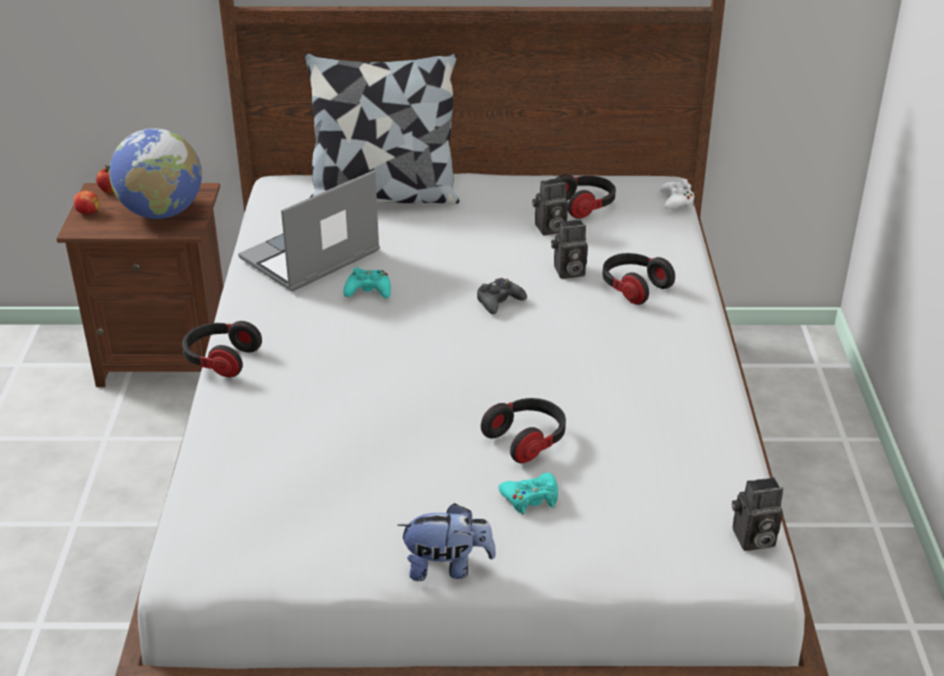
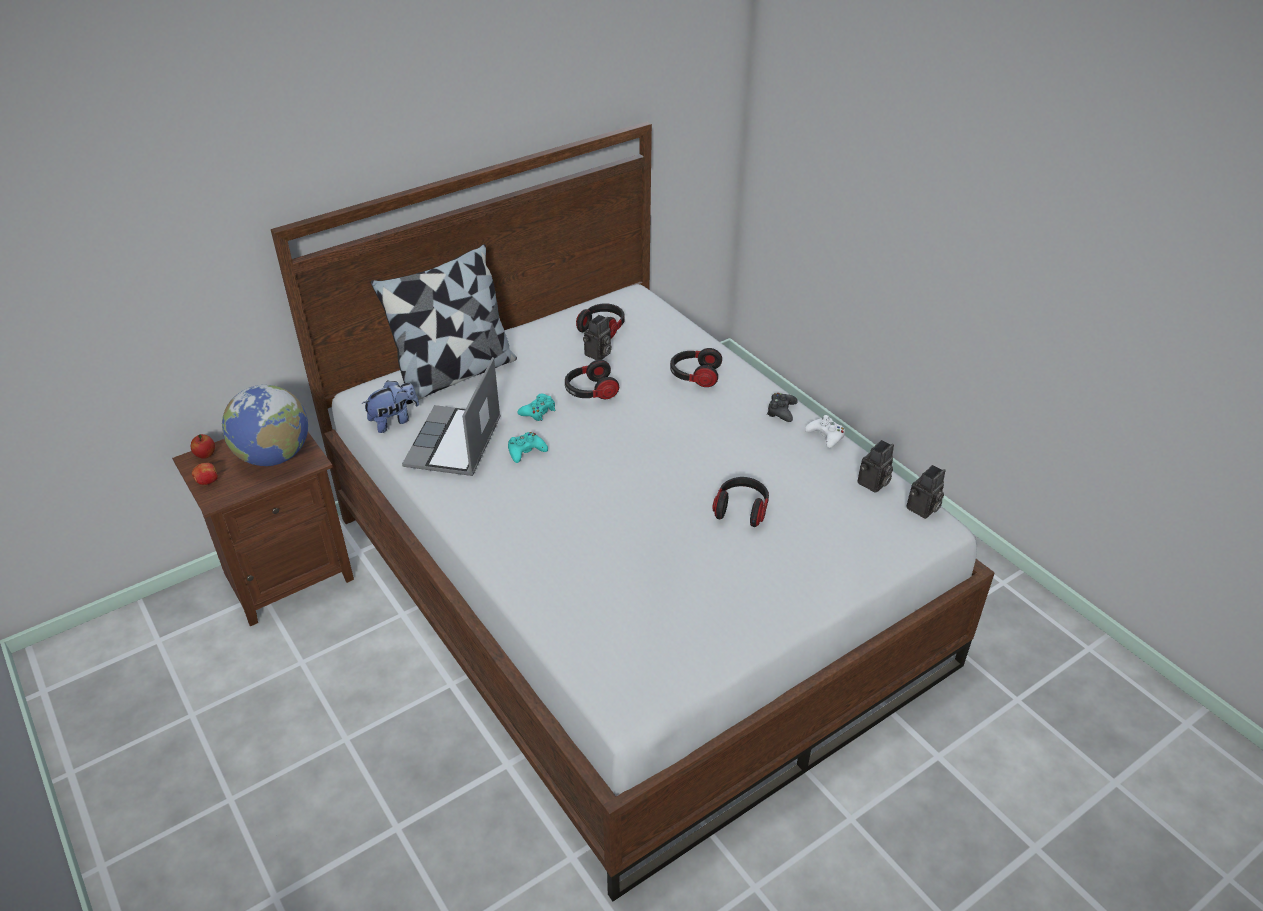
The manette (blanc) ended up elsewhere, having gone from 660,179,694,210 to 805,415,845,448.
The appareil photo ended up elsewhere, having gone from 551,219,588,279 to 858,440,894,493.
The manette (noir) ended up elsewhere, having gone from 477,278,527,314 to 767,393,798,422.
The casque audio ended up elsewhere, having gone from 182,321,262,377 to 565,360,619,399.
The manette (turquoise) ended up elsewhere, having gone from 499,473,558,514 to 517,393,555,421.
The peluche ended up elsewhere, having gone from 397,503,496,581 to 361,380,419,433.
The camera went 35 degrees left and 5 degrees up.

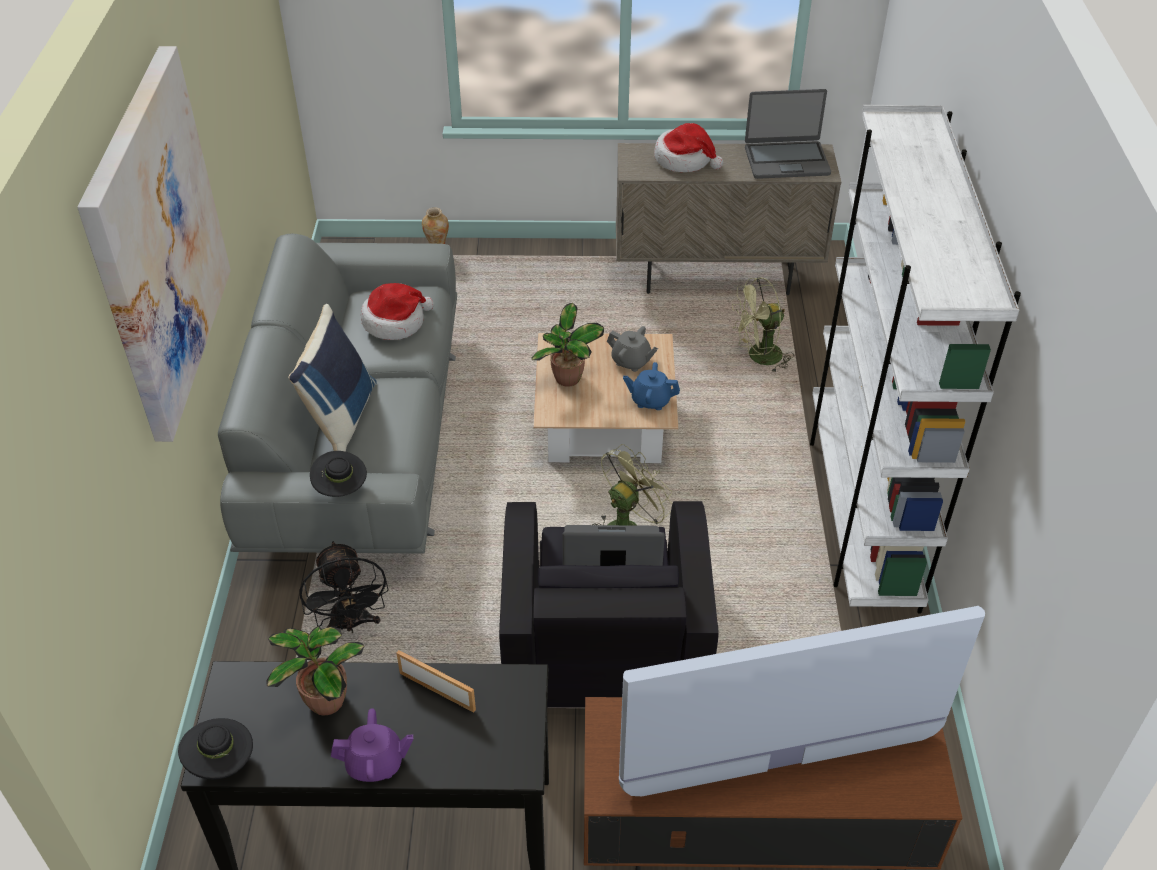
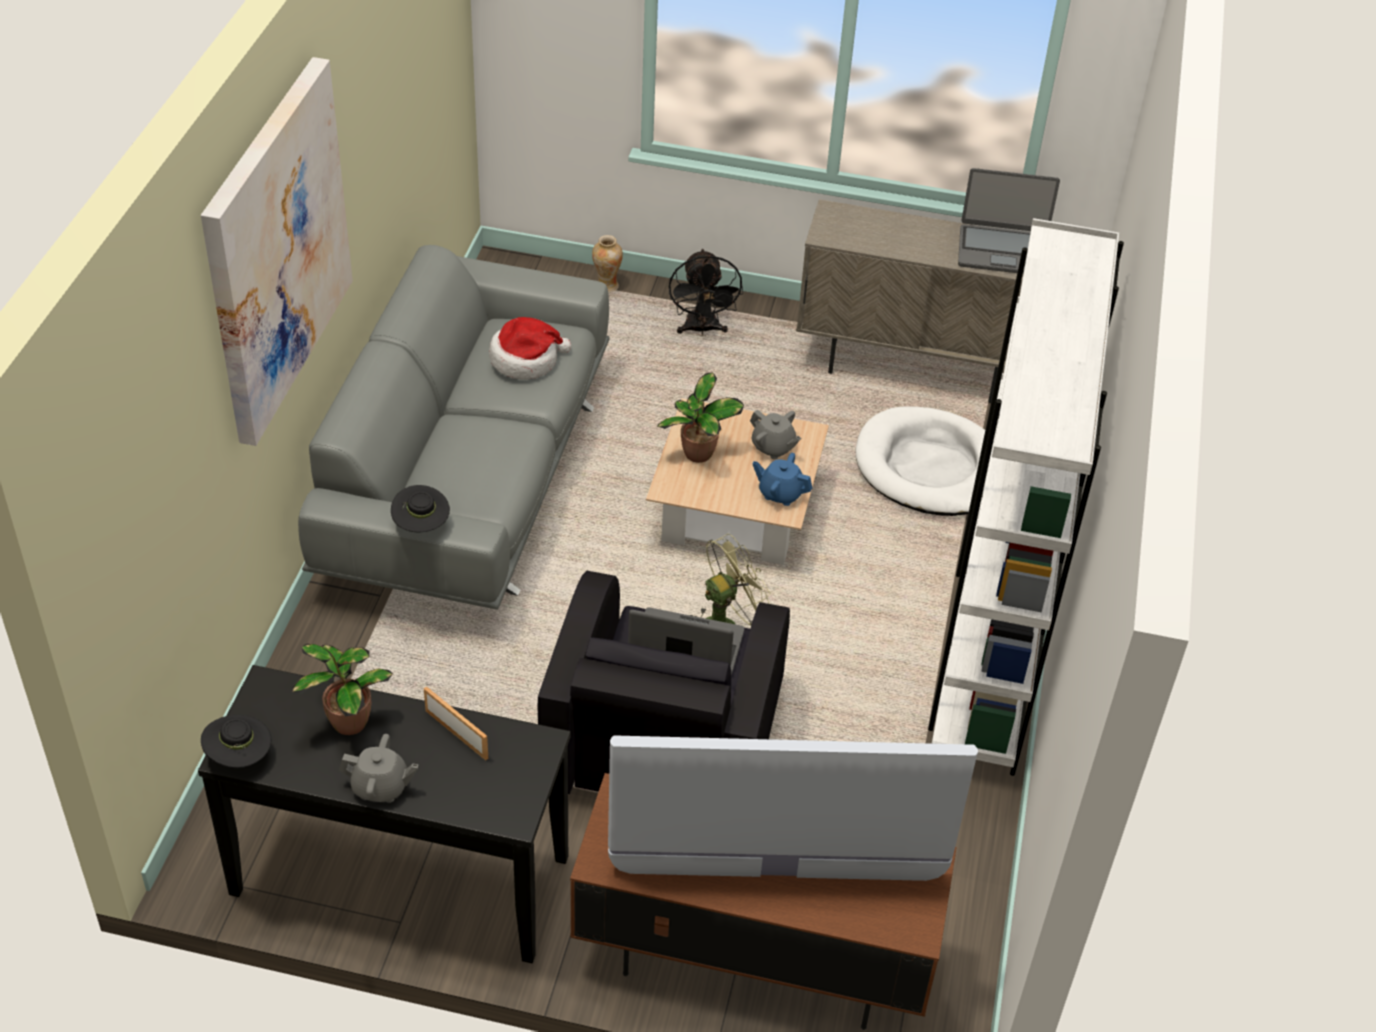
The second view lost the chapeau at 654,123,723,172.
Where the ventilateur (vert) stood at 732,277,794,373, the panier pour chien (blanc) came to stand at 856,406,985,516.
The second view lost the coussin (bleu) at 288,304,377,452.
The ventilateur (noir) ended up elsewhere, having gone from 300,541,389,633 to 669,249,743,335.
What was the théière (violet) at 331,708,413,782 turned into the théière (gris) at 339,734,419,803.
The camera went 10 degrees right and 0 degrees up.

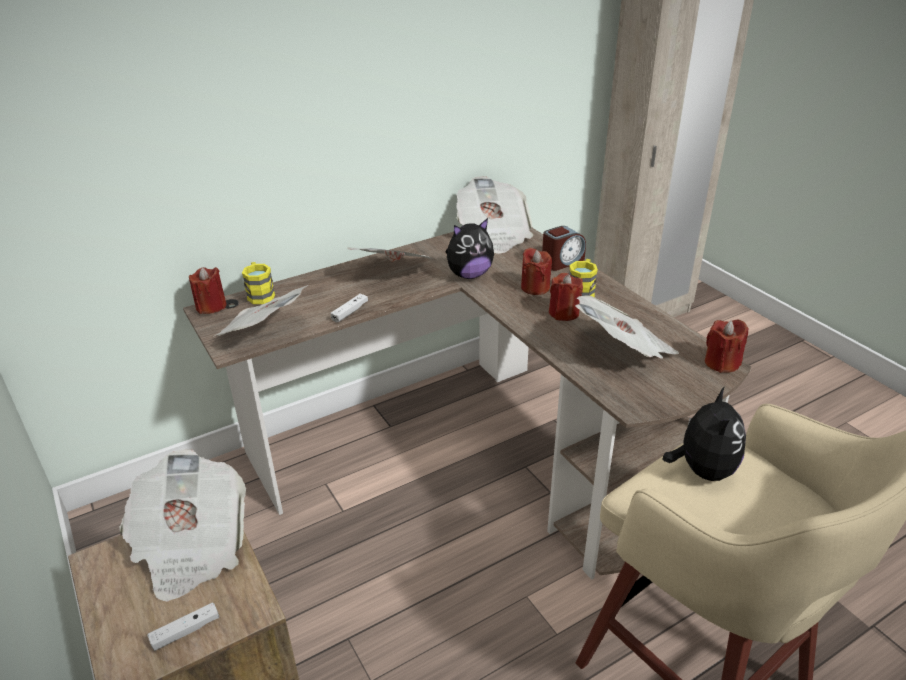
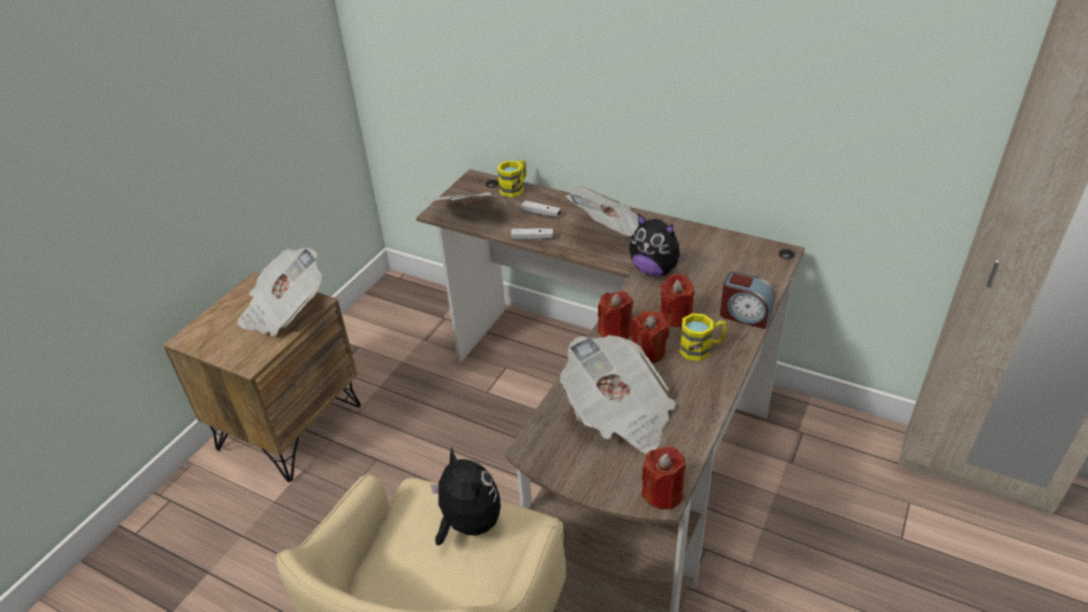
The second view lost the journal at 456,176,533,254.
The bougie (rouge) ended up elsewhere, having gone from 189,267,227,314 to 598,291,633,339.
The peluche at 662,386,746,481 ended up facing another way, 105 degrees counterclockwise from before.
The manette (blanc) ended up elsewhere, having gone from 147,602,219,651 to 521,201,561,217.
The camera went 60 degrees right and 5 degrees up.

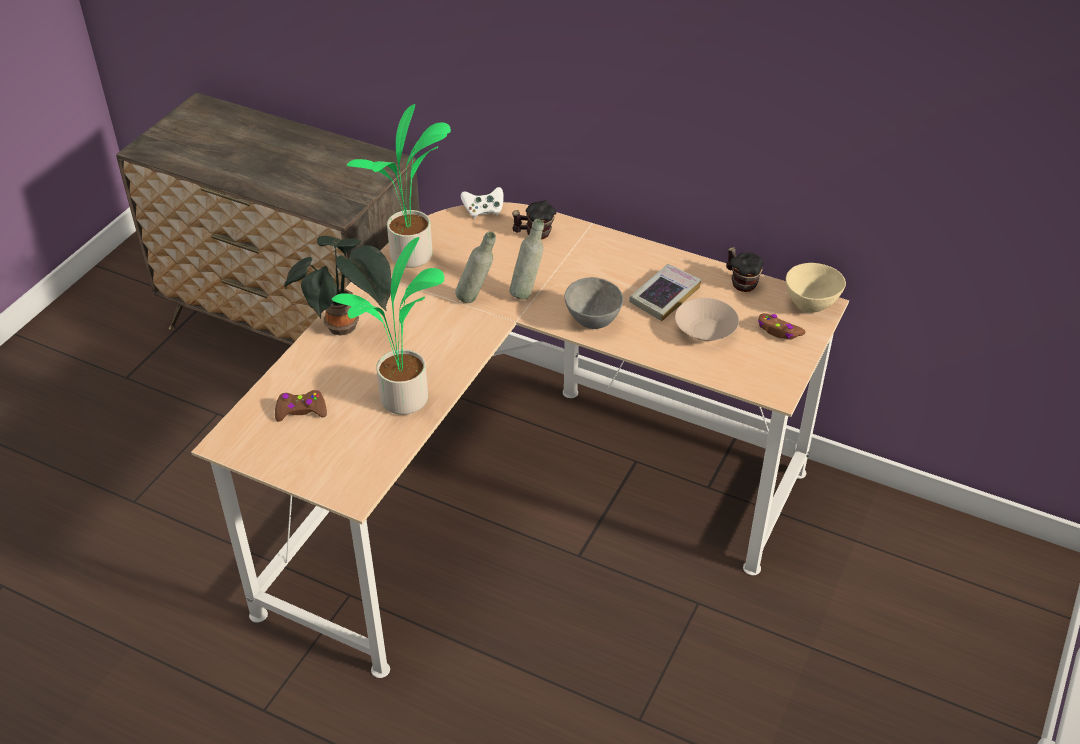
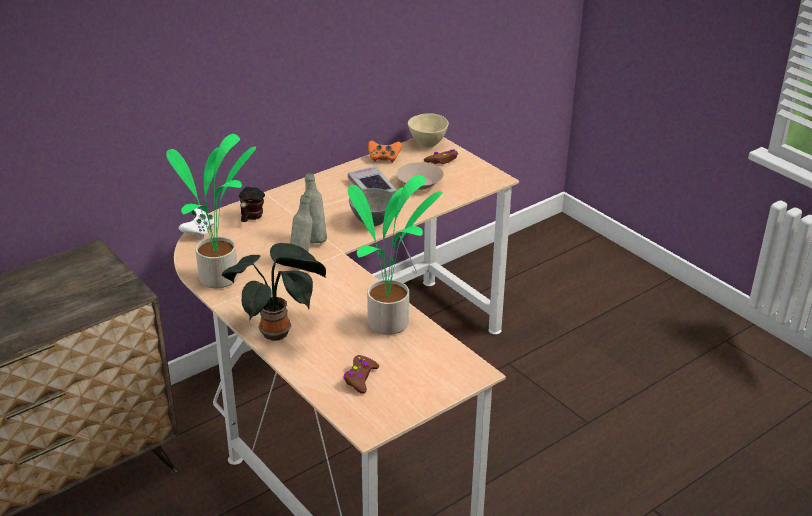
Where the mug stood at 726,247,764,292, the manette (orange) came to stand at 368,141,402,163.
The camera went 65 degrees left and 10 degrees down.

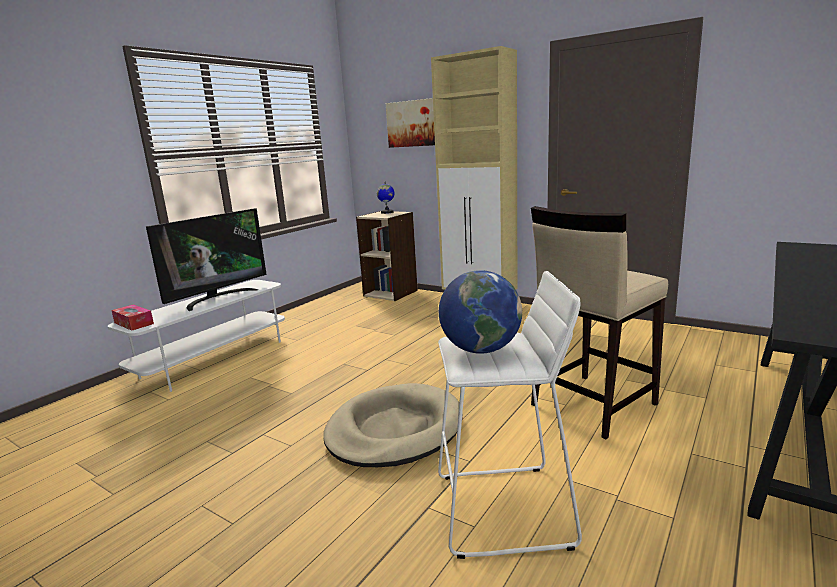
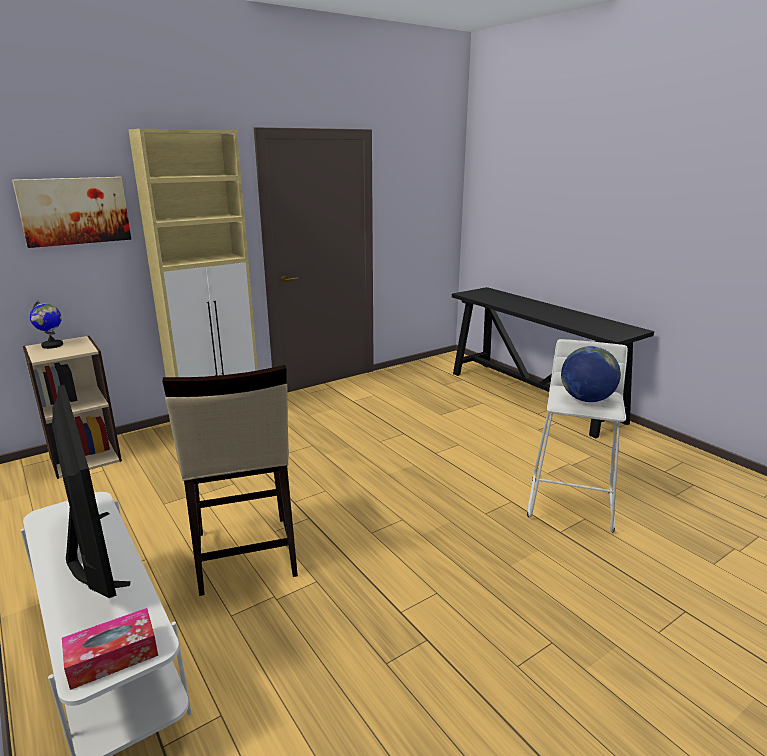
The tabouret (beige) ended up elsewhere, having gone from 531,206,668,439 to 162,365,298,596.
The second view lost the panier pour chien (beige) at 323,383,463,467.
The camera went 70 degrees left and 5 degrees up.

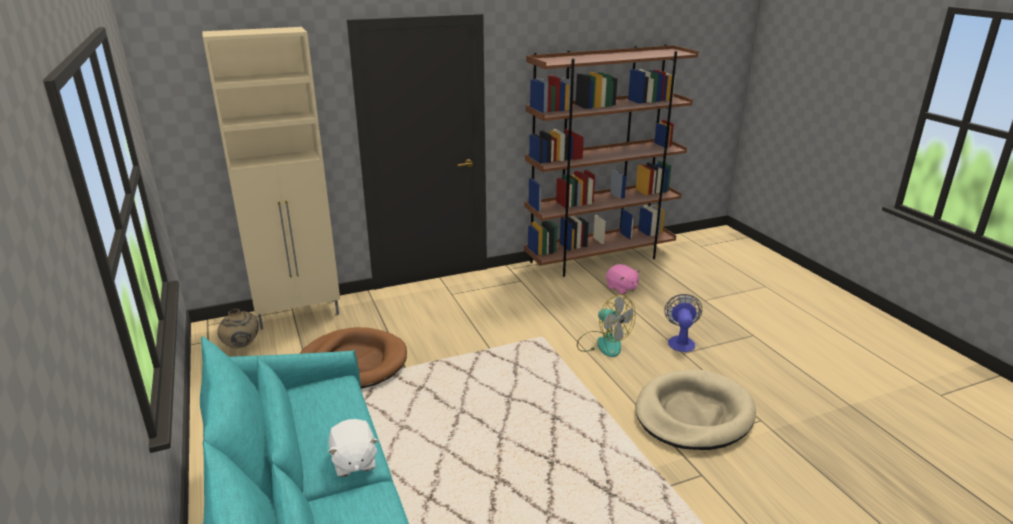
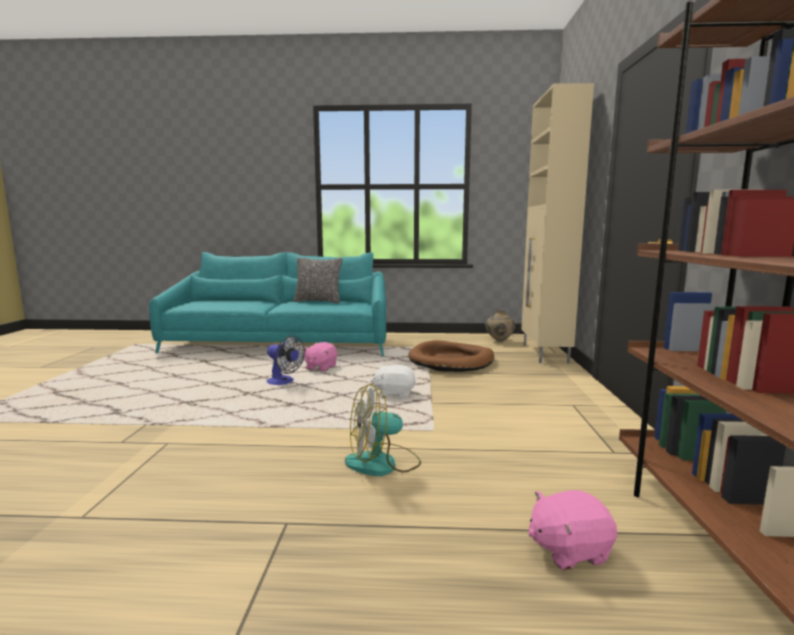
The ventilateur ended up elsewhere, having gone from 665,294,702,352 to 267,336,305,385.
The second view lost the panier pour chien (beige) at 635,369,756,450.
The peluche (blanc) ended up elsewhere, having gone from 328,419,378,477 to 371,365,416,398.
The second view gained the coussin at 293,258,343,303.
The second view gained the peluche (rose) at 303,342,337,371.
The camera went 115 degrees right and 15 degrees down.

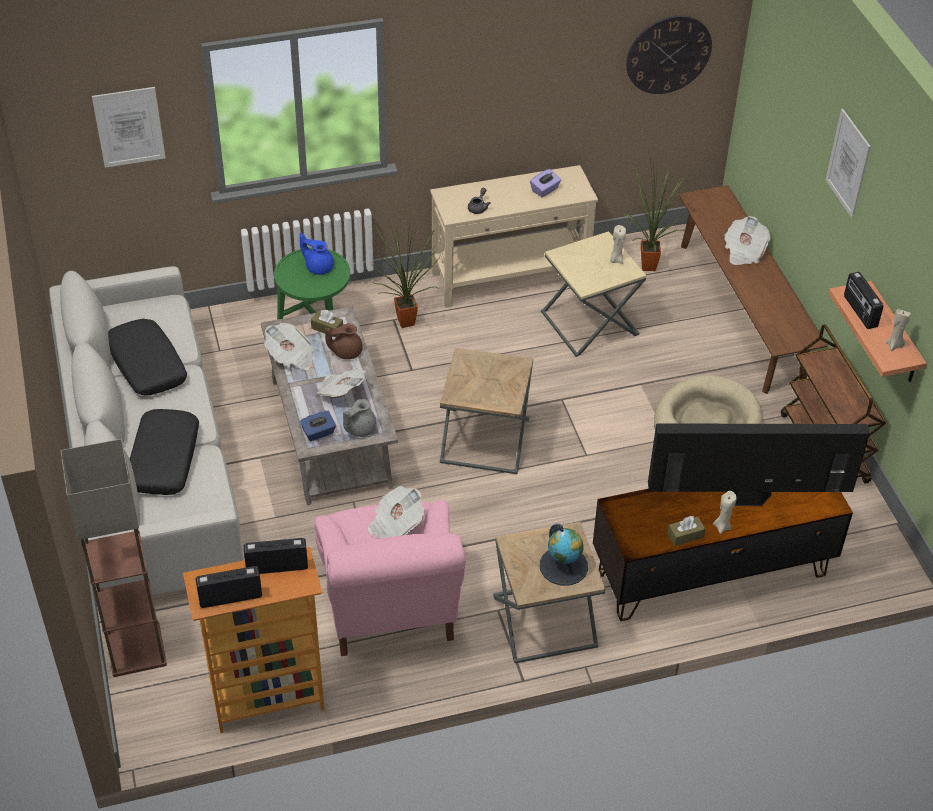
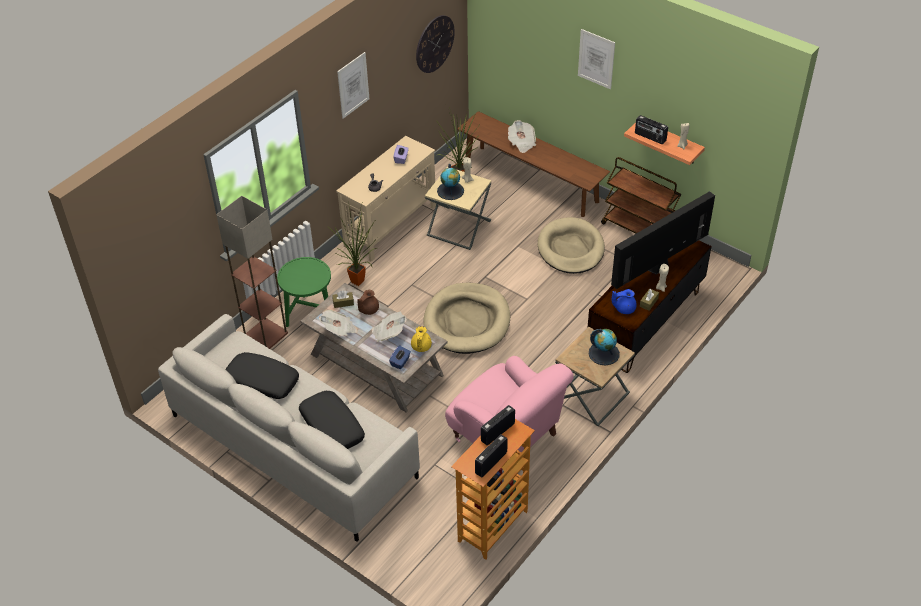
The tableau ended up elsewhere, having gone from 92,87,166,168 to 337,52,369,119.
The théière (bleu) ended up elsewhere, having gone from 299,233,334,275 to 612,289,637,314.
Where the table d'appoint (marron) stood at 440,348,533,474, the panier pour chien (beige) came to stand at 423,282,510,354.
What was the théière (gris) at 343,399,376,437 turned into the théière (jaune) at 411,326,432,352.
The lampadaire ended up elsewhere, having gone from 60,439,167,677 to 216,196,288,349.
The second view lost the journal at 367,486,424,538.
The second view gained the globe at 437,164,464,200.
The camera went 35 degrees left and 0 degrees up.

